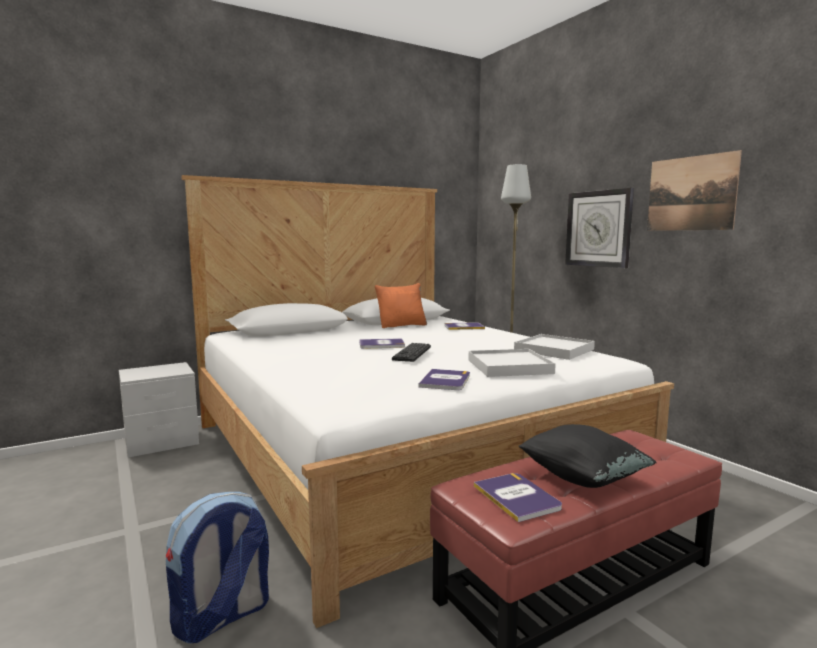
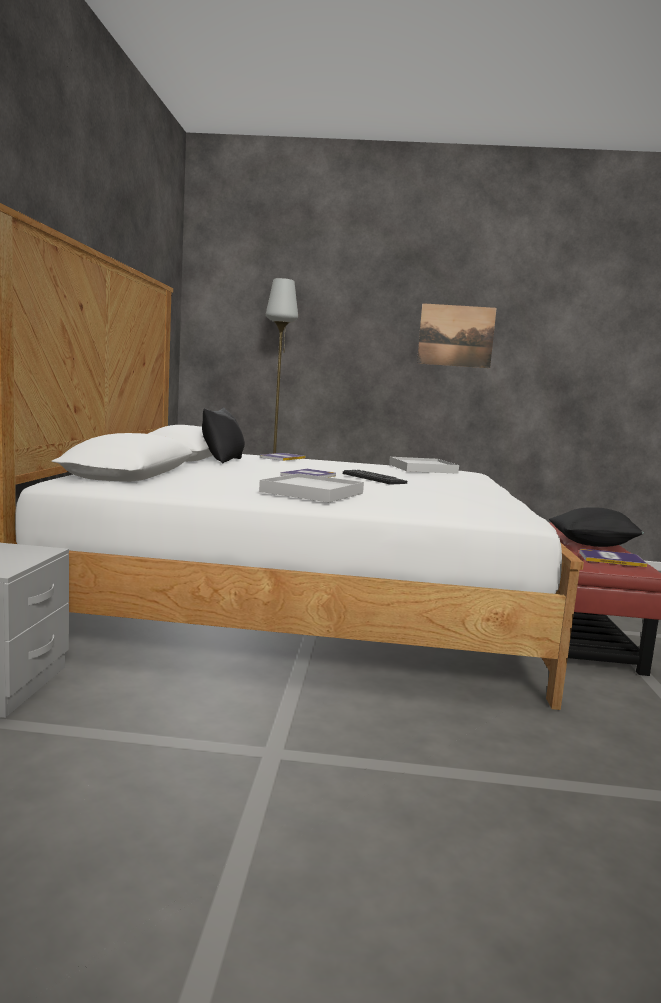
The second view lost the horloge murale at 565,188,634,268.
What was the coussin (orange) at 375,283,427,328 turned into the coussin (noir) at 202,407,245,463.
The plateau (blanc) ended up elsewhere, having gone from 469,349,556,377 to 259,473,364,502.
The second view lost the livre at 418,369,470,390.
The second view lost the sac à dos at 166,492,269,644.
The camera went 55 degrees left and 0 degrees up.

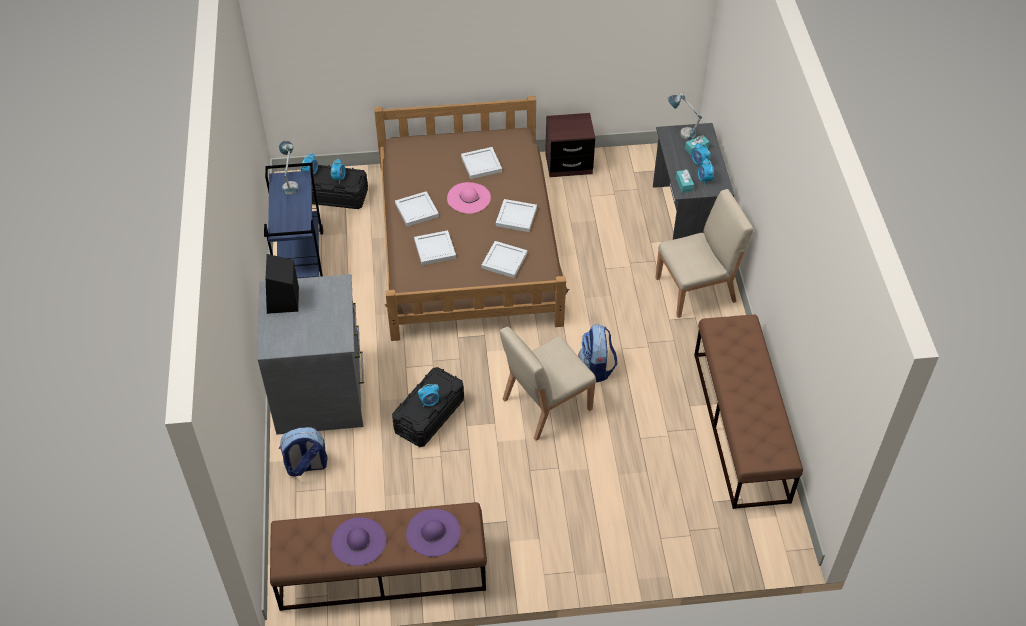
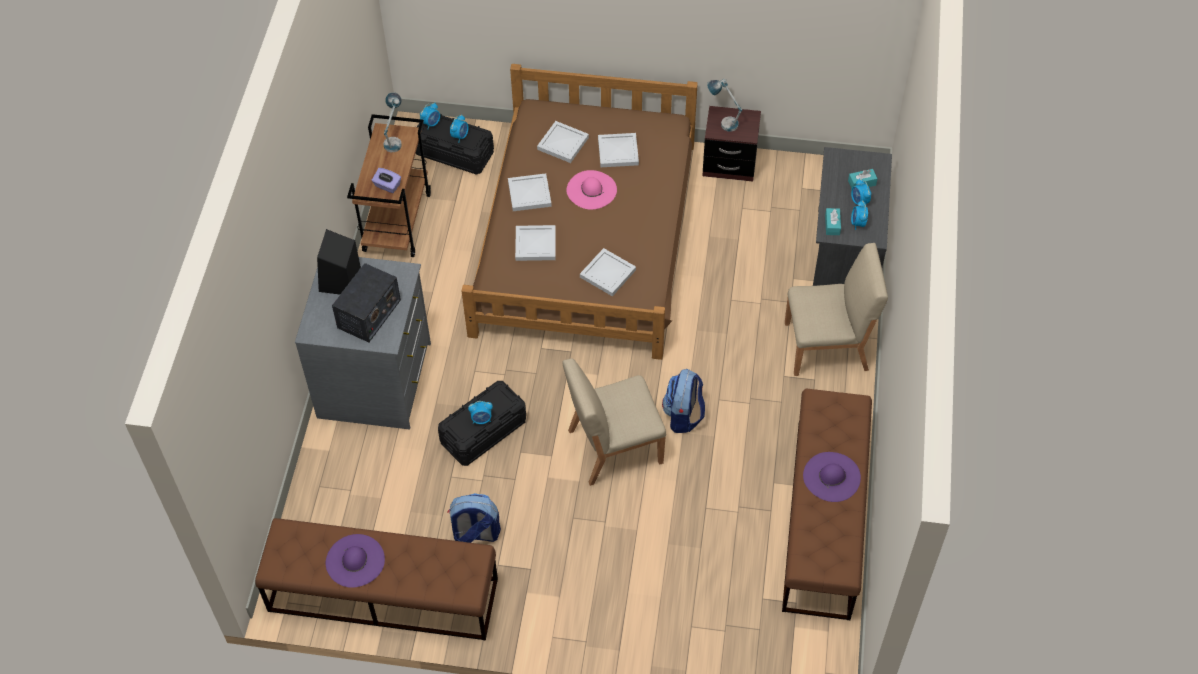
The lampe de table ended up elsewhere, having gone from 667,92,702,140 to 707,78,742,132.
What was the chariot (bleu) at 264,163,324,278 turned into the chariot (marron) at 347,114,431,257.
The plateau (blanc) ended up elsewhere, having gone from 496,199,537,232 to 537,121,589,163.
The sac à dos ended up elsewhere, having gone from 279,427,328,477 to 447,493,501,543.
The chapeau (violet) ended up elsewhere, having gone from 406,509,461,557 to 803,452,861,502.
The second view gained the boîte à mouchoirs (violet) at 372,168,401,193.
The second view gained the radio at 332,263,401,342.
The camera went 15 degrees right and 5 degrees up.

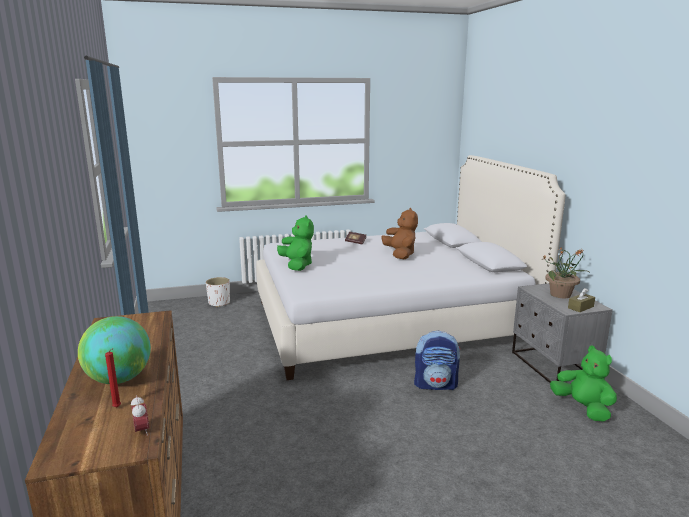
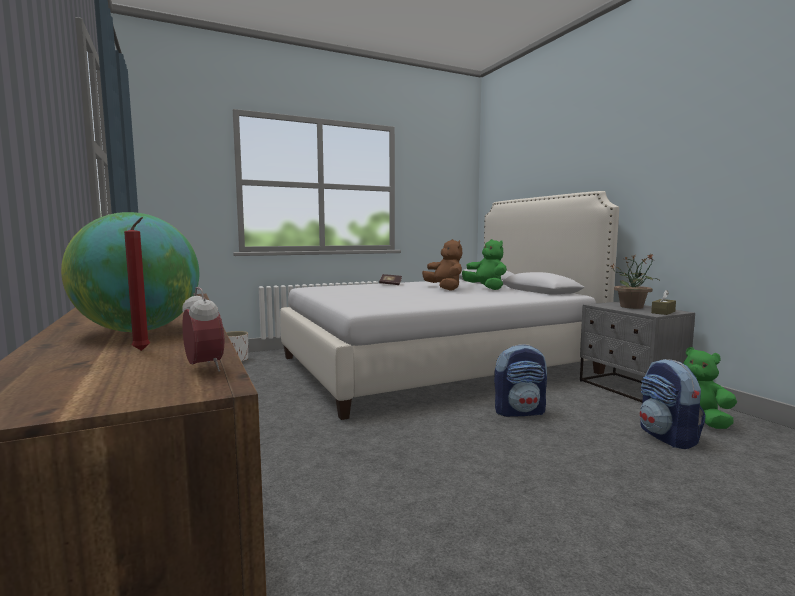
The peluche (vert) ended up elsewhere, having gone from 277,215,314,271 to 462,239,507,290.
The second view gained the sac à dos at 640,359,706,449.
The camera went 10 degrees left and 10 degrees down.

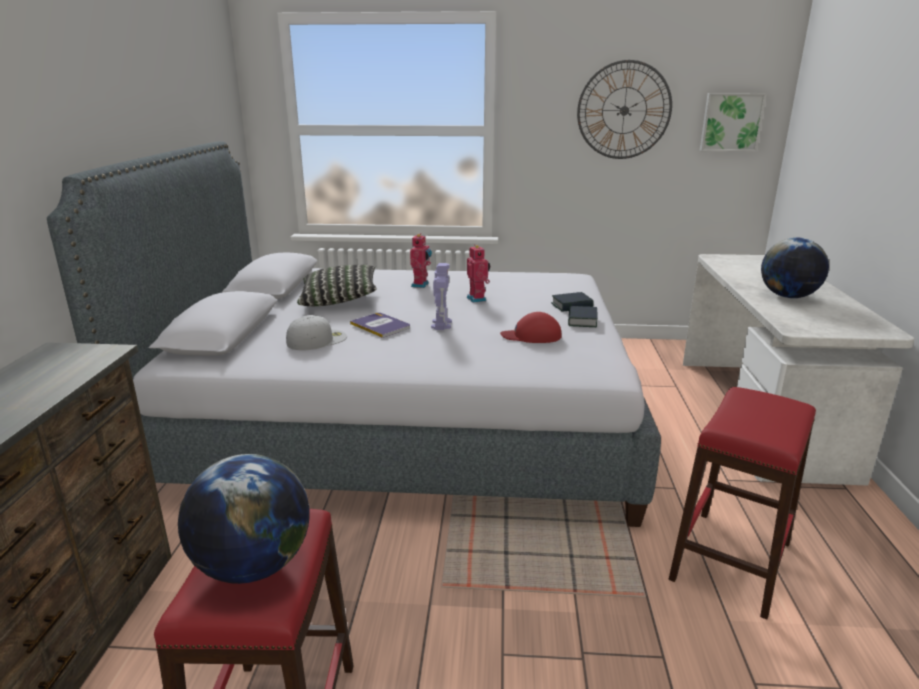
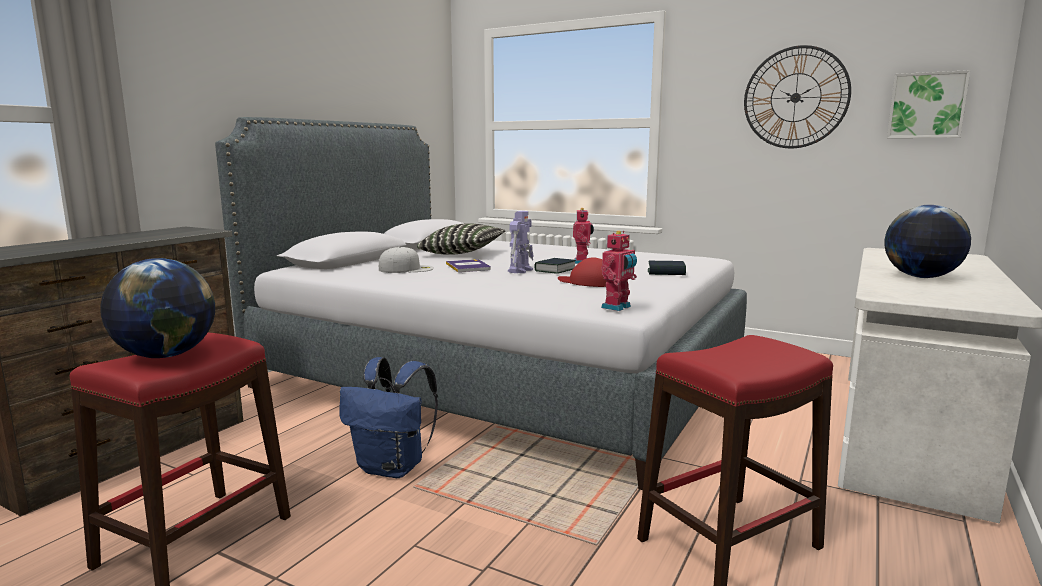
The robot jouet ended up elsewhere, having gone from 410,233,432,288 to 601,231,637,311.
The livre ended up elsewhere, having gone from 568,306,598,327 to 534,258,576,274.
The second view gained the sac à dos (bleu) at 340,357,438,478.
The camera went 25 degrees right and 10 degrees down.

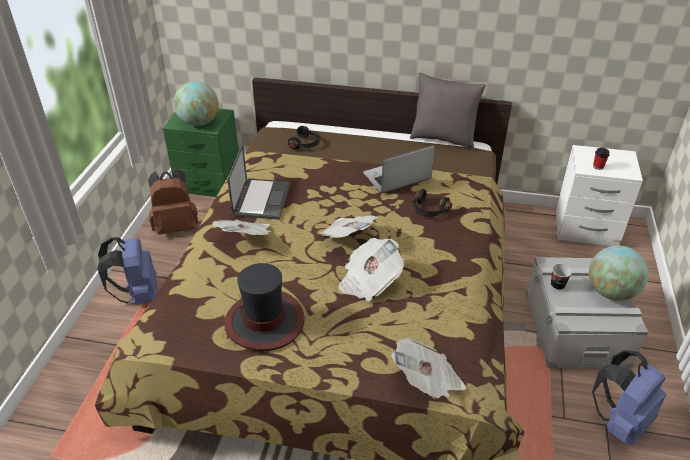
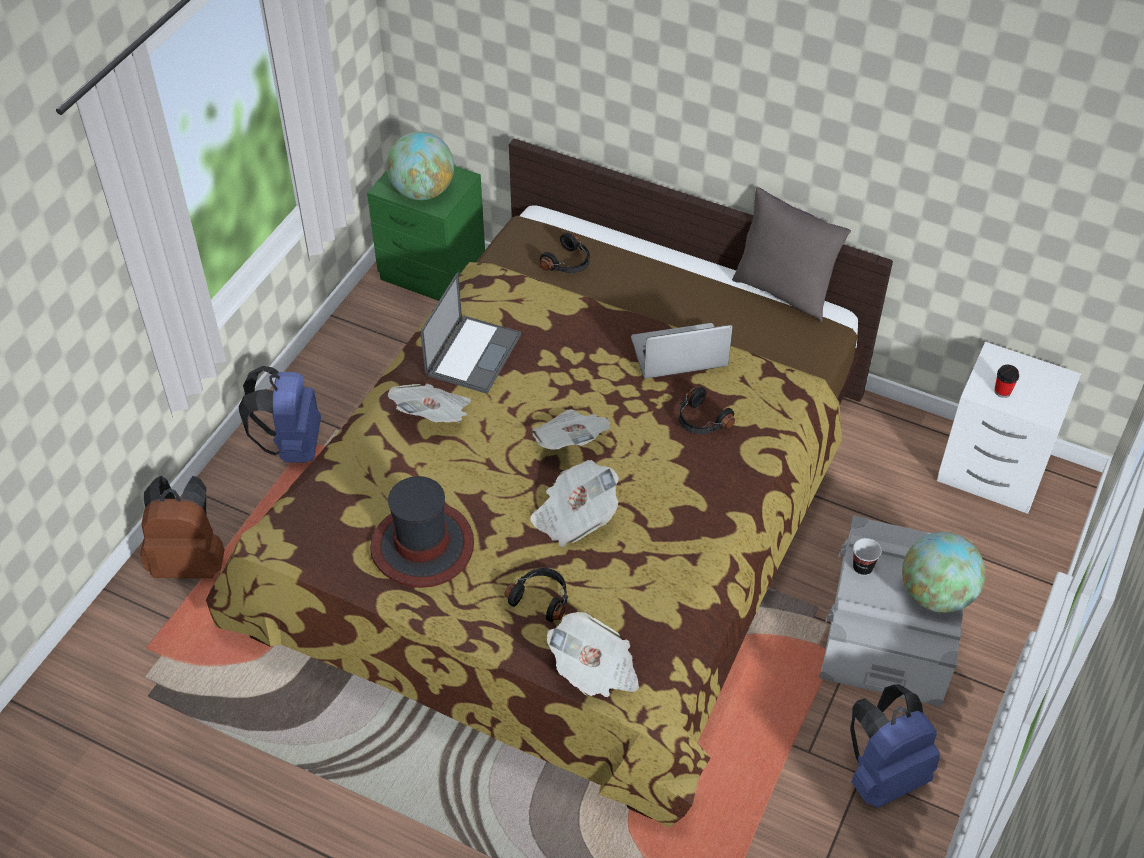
The sac à dos (marron) ended up elsewhere, having gone from 148,168,198,235 to 140,476,225,578.
The second view gained the casque audio (noir) at 505,568,568,622.
The camera went 15 degrees right and 10 degrees up.

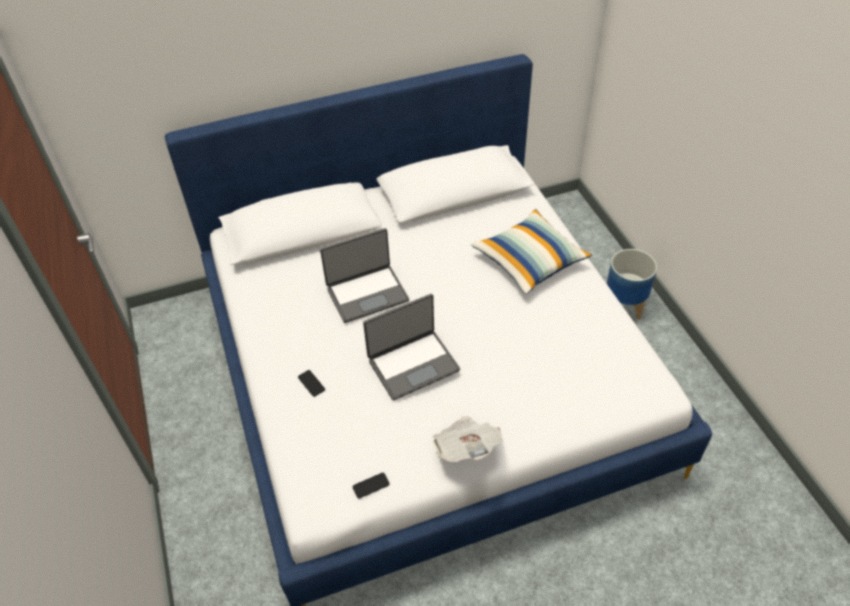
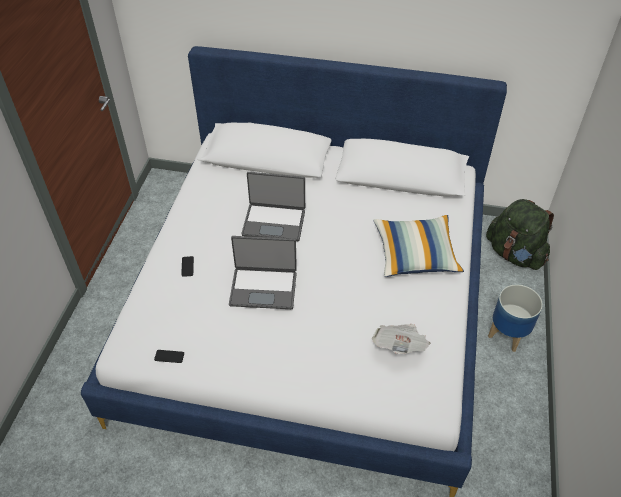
The journal ended up elsewhere, having gone from 433,416,503,462 to 372,324,431,354.
The second view gained the sac à dos (vert) at 486,199,554,270.
The camera went 30 degrees right and 0 degrees up.

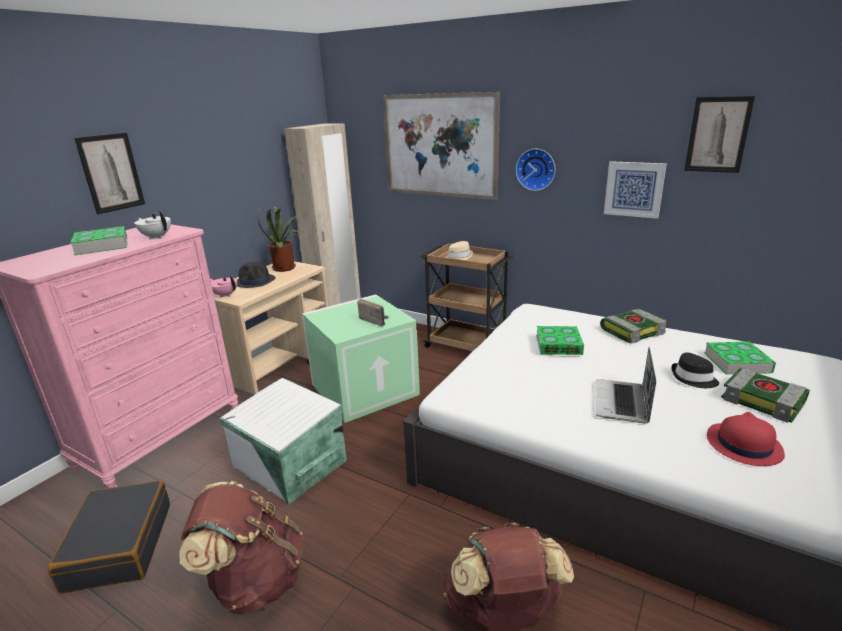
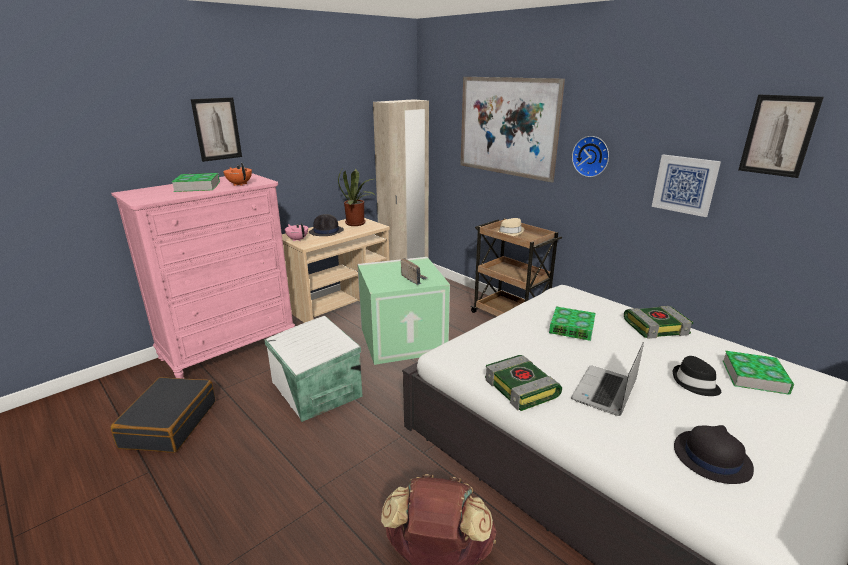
What was the théière (blanc) at 134,211,171,239 turned into the théière (orange) at 223,163,252,186.
The livre ended up elsewhere, having gone from 721,368,810,423 to 485,355,562,411.
What was the chapeau (rouge) at 707,412,785,466 turned into the chapeau (noir) at 674,425,754,484.
The second view lost the sac à dos (marron) at 179,481,303,615.
The camera went 15 degrees right and 0 degrees up.

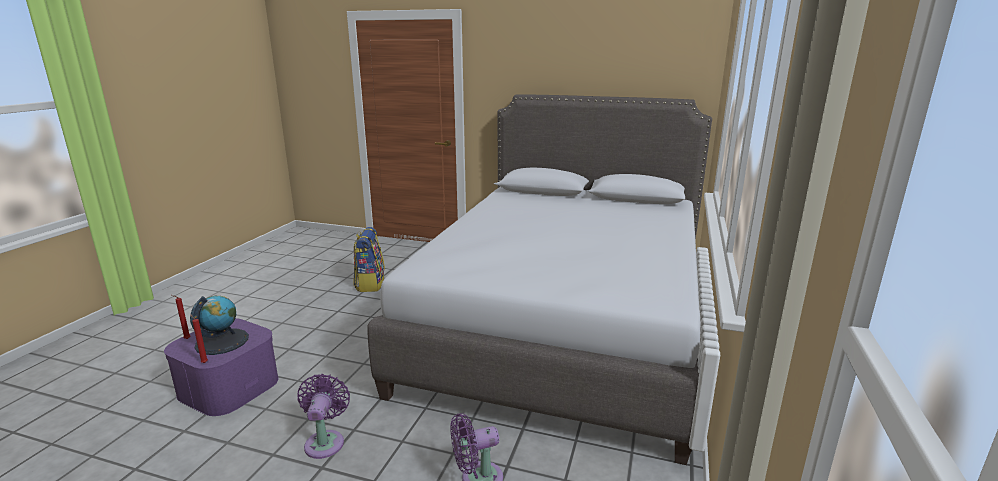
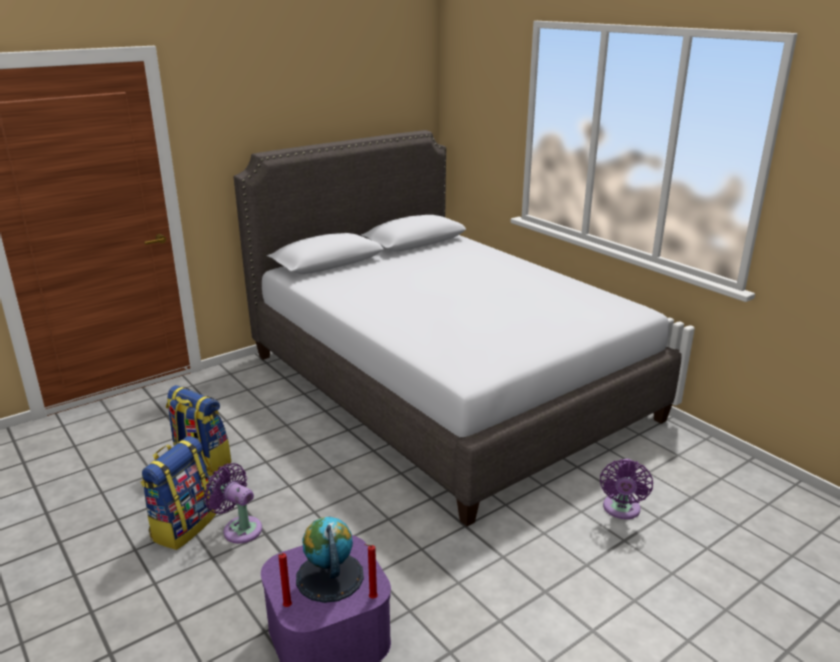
The ventilateur (violet) ended up elsewhere, having gone from 297,374,350,459 to 204,463,262,543.
The second view gained the sac à dos at 140,436,216,550.
The camera went 55 degrees left and 5 degrees up.

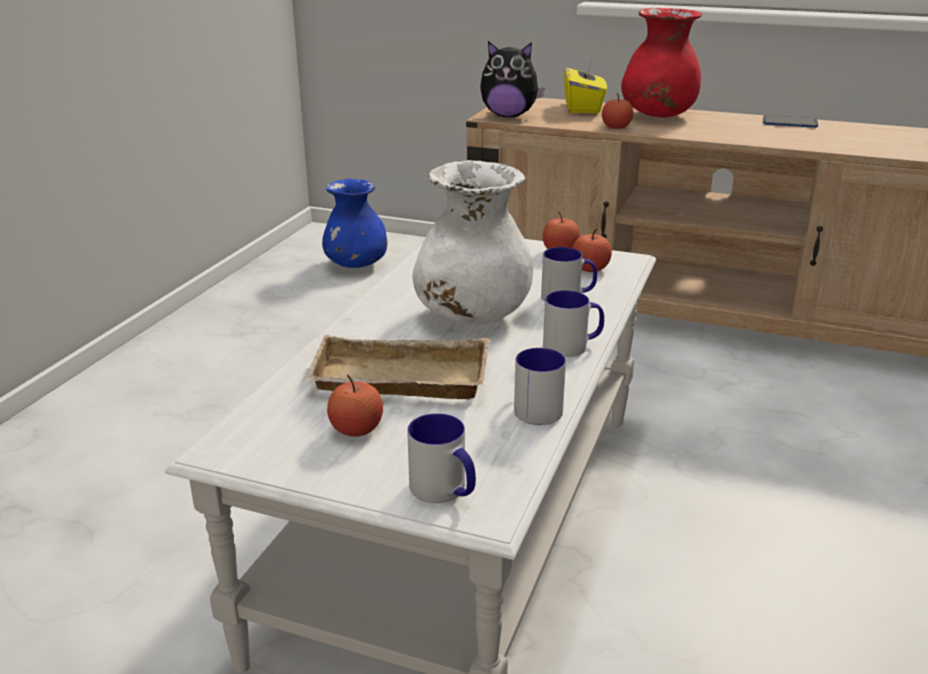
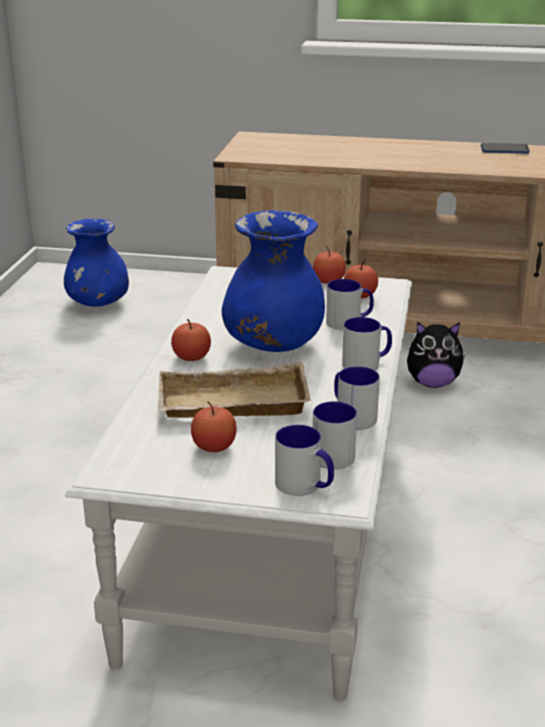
The second view lost the vase (rouge) at 621,8,702,117.
The peluche ended up elsewhere, having gone from 480,41,545,117 to 407,322,465,388.
The second view lost the boîte à mouchoirs (jaune) at 564,58,607,113.
The pomme ended up elsewhere, having gone from 602,93,633,129 to 171,319,211,361.
What was the vase (blanc) at 413,160,533,324 turned into the vase (bleu) at 222,210,325,352.
The second view gained the mug at 313,401,357,469.
The camera went 10 degrees left and 0 degrees up.

